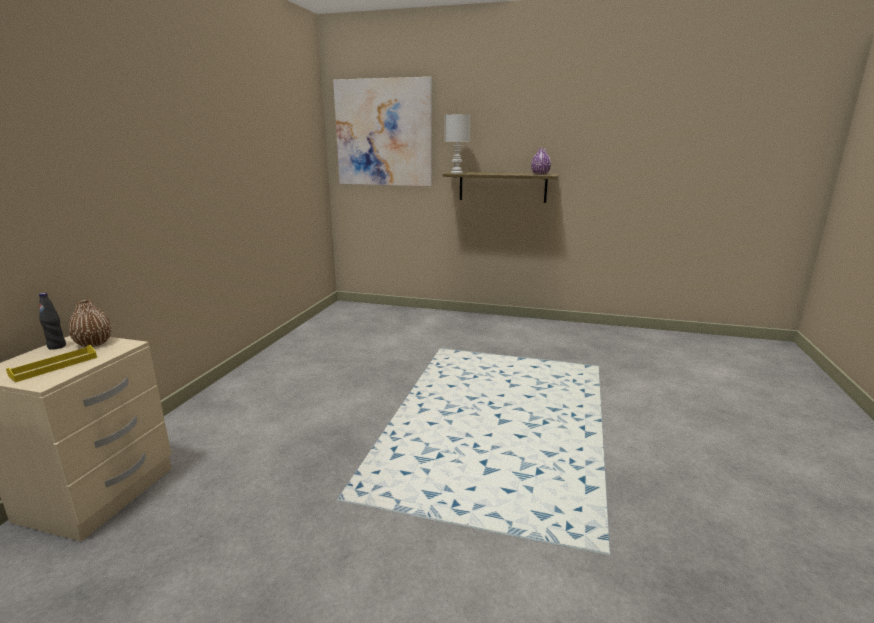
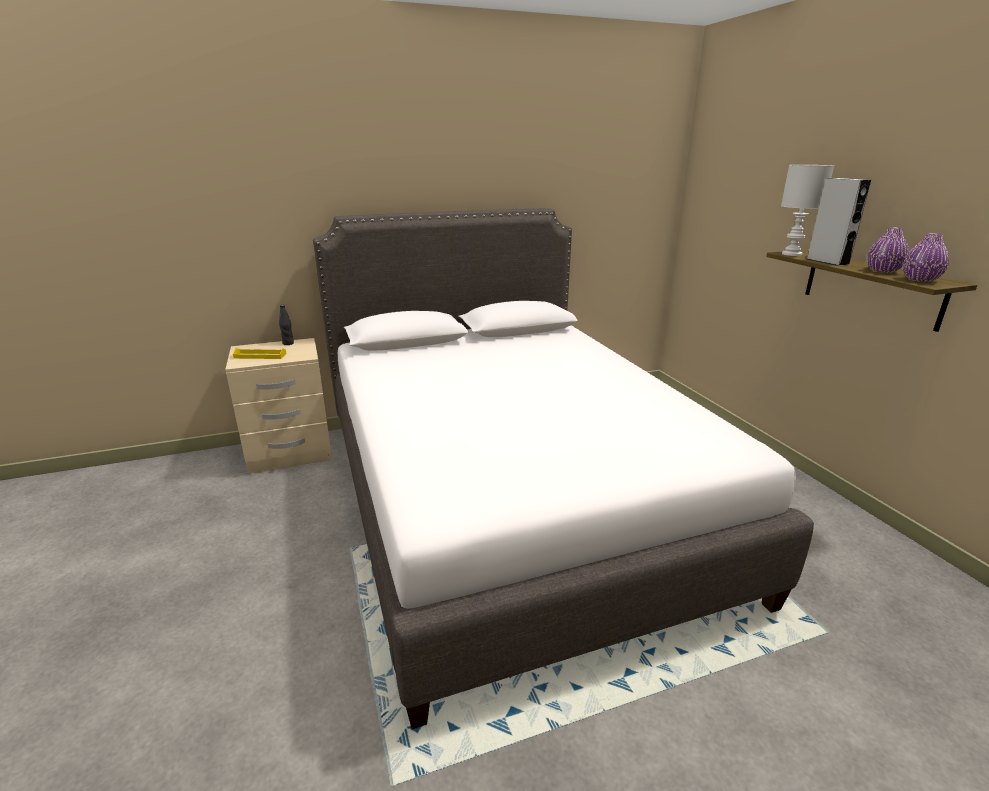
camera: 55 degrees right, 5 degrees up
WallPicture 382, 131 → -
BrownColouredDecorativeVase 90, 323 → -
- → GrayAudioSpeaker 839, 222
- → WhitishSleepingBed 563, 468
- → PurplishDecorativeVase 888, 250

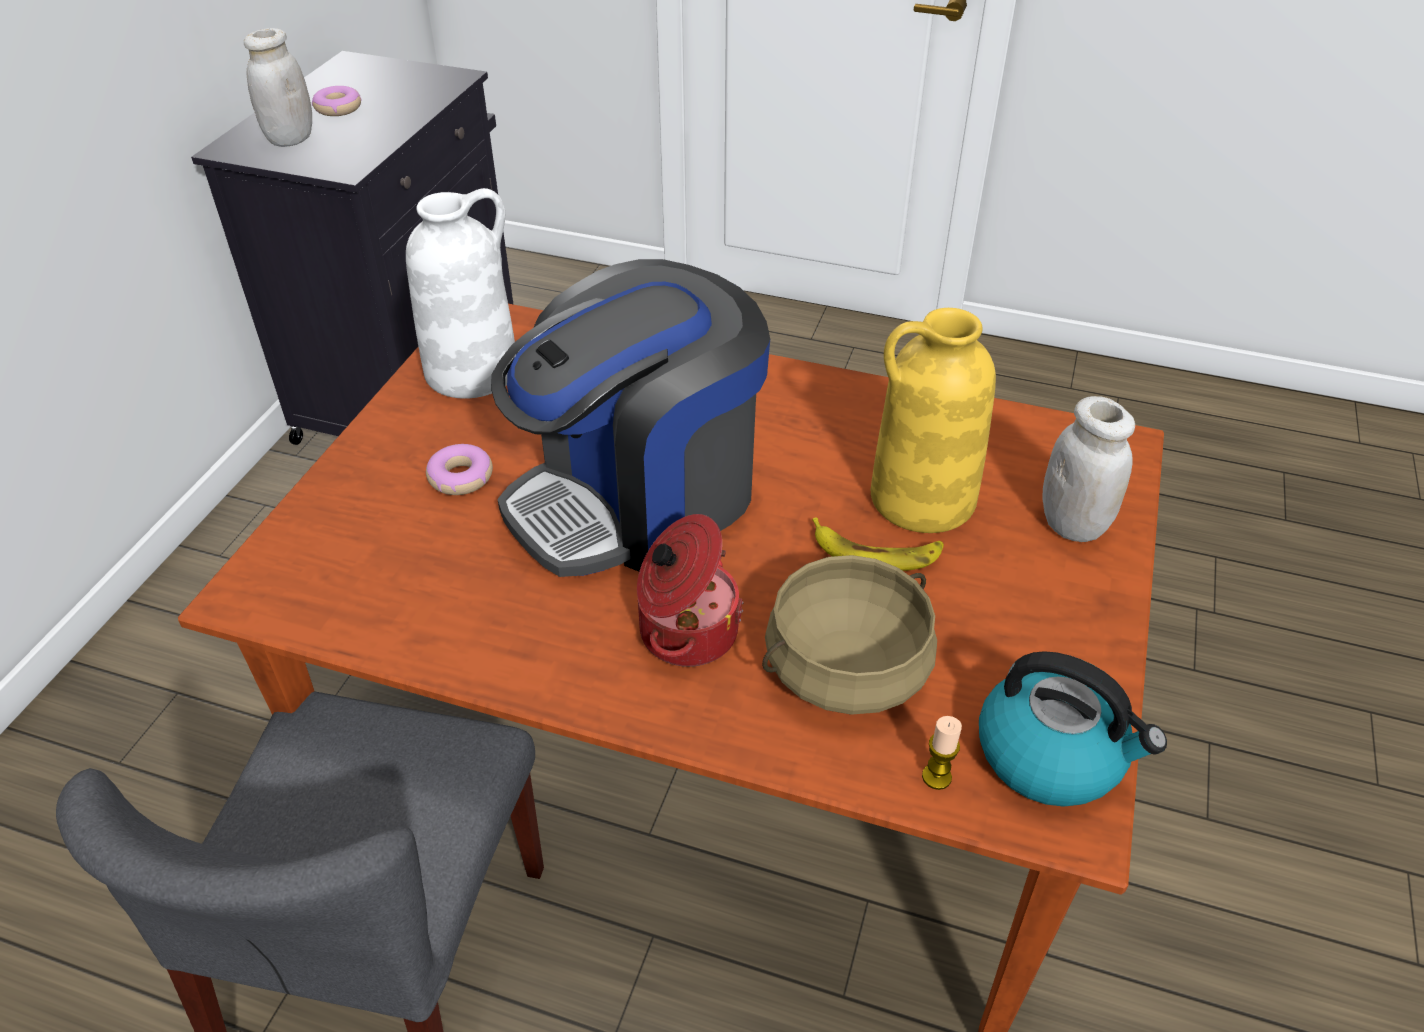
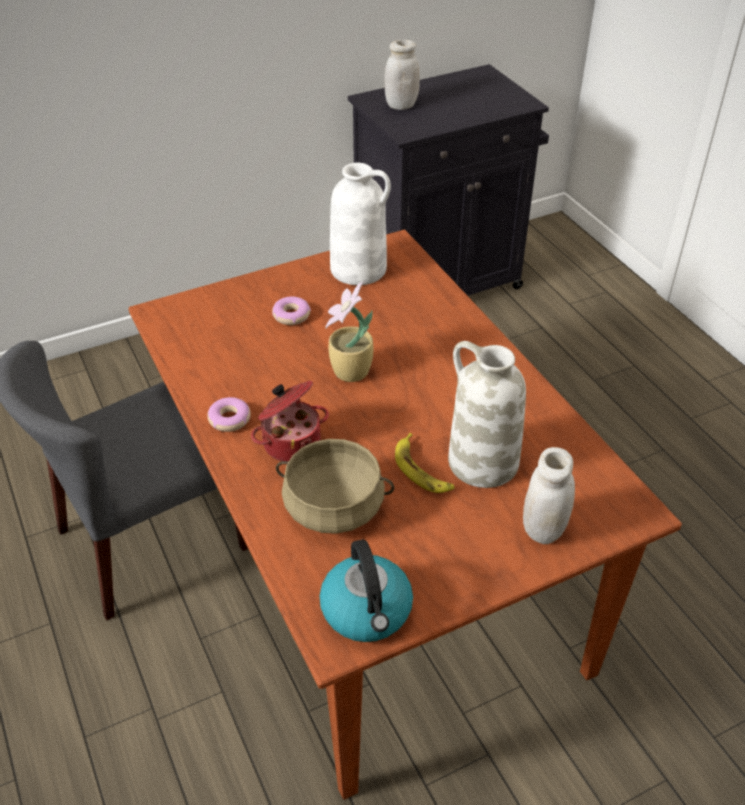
camera: 45 degrees right, 0 degrees up
RingDoughnut 337, 101 → RingDoughnut 229, 414, moved
CoffeeMachine 630, 418 → Houseplant 349, 332
YellowColouredDecorativeVase 933, 420 → WhitishDecorativeVase 487, 414
Candle 942, 753 → -

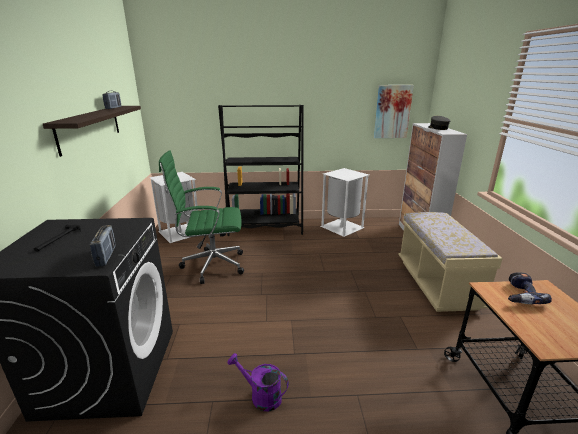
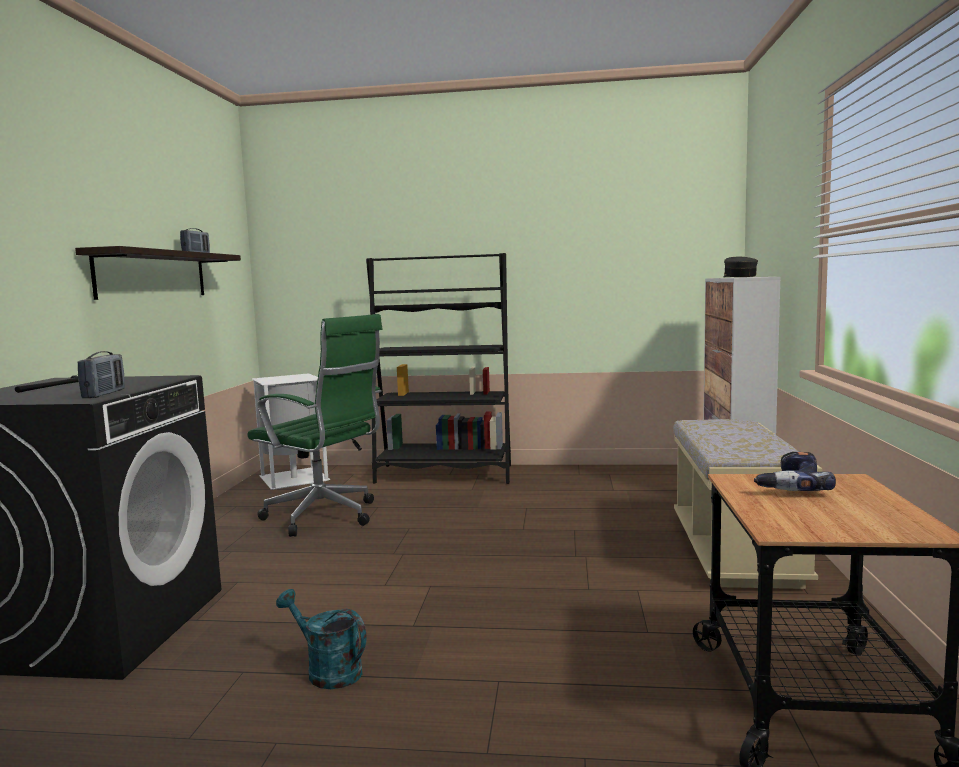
camera: 10 degrees right, 15 degrees down
WallPicture 394, 111 → -
GreenColouredDeskChair 201, 217 → GreenColouredDeskChair 315, 425, 150 degrees counterclockwise
WhitishWasteBin 344, 202 → -
PurplishSprinklingCan 258, 382 → TurquoiseColouredSprinklingCan 321, 639

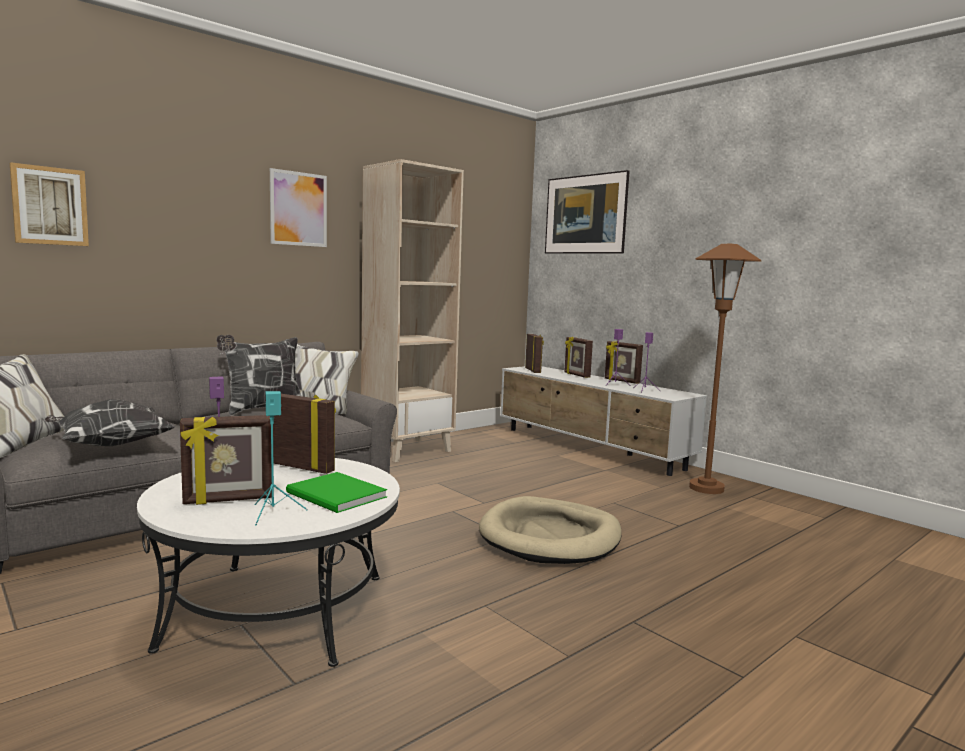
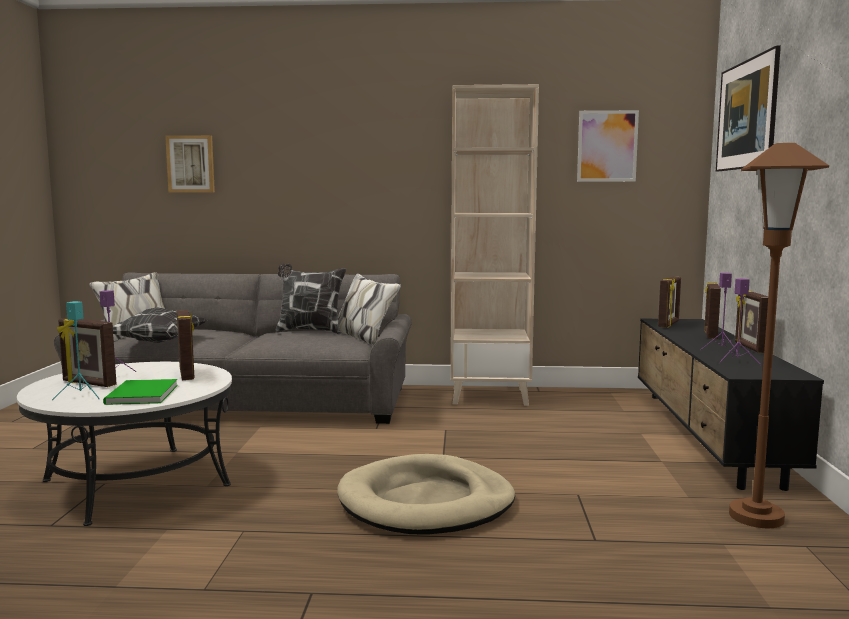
camera: 45 degrees right, 0 degrees up
WallPicture 298, 207 → WallPicture 608, 146, moved
WhitishTvStand 603, 421 → BlackishTvStand 731, 405

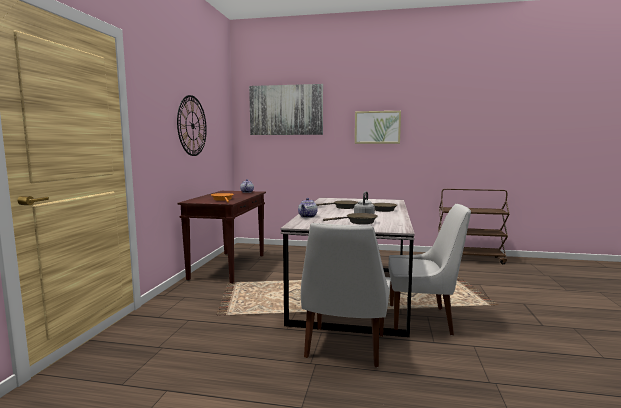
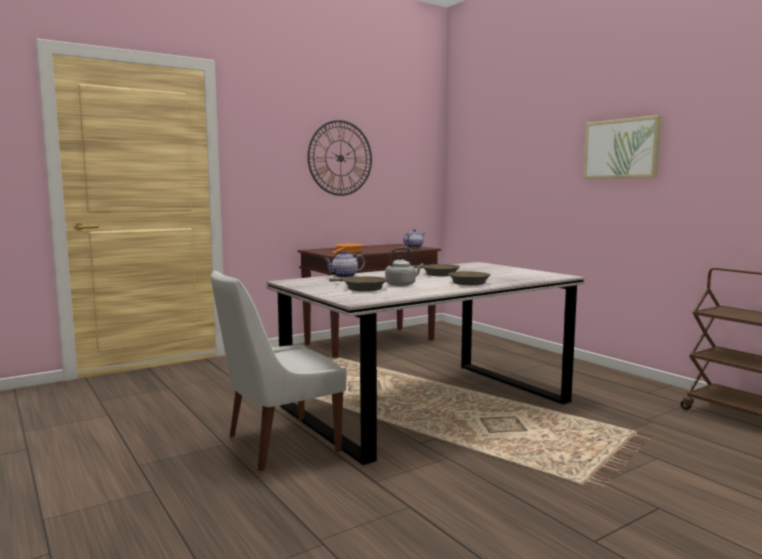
camera: 45 degrees right, 0 degrees up
WallPicture 286, 109 → -
WhitishPlainChair 429, 269 → -

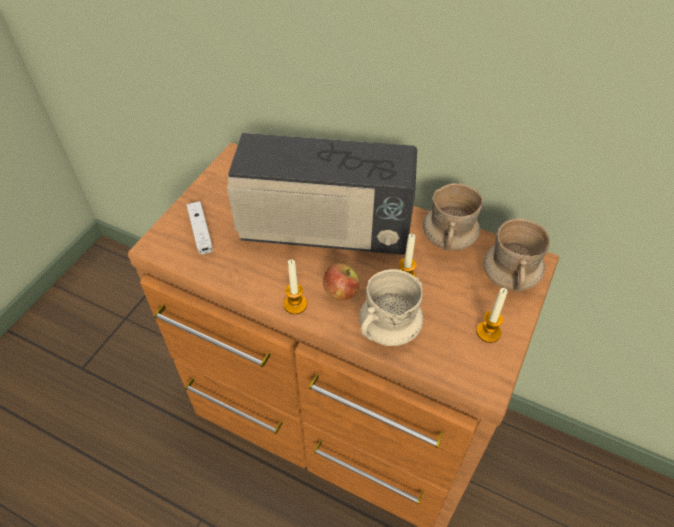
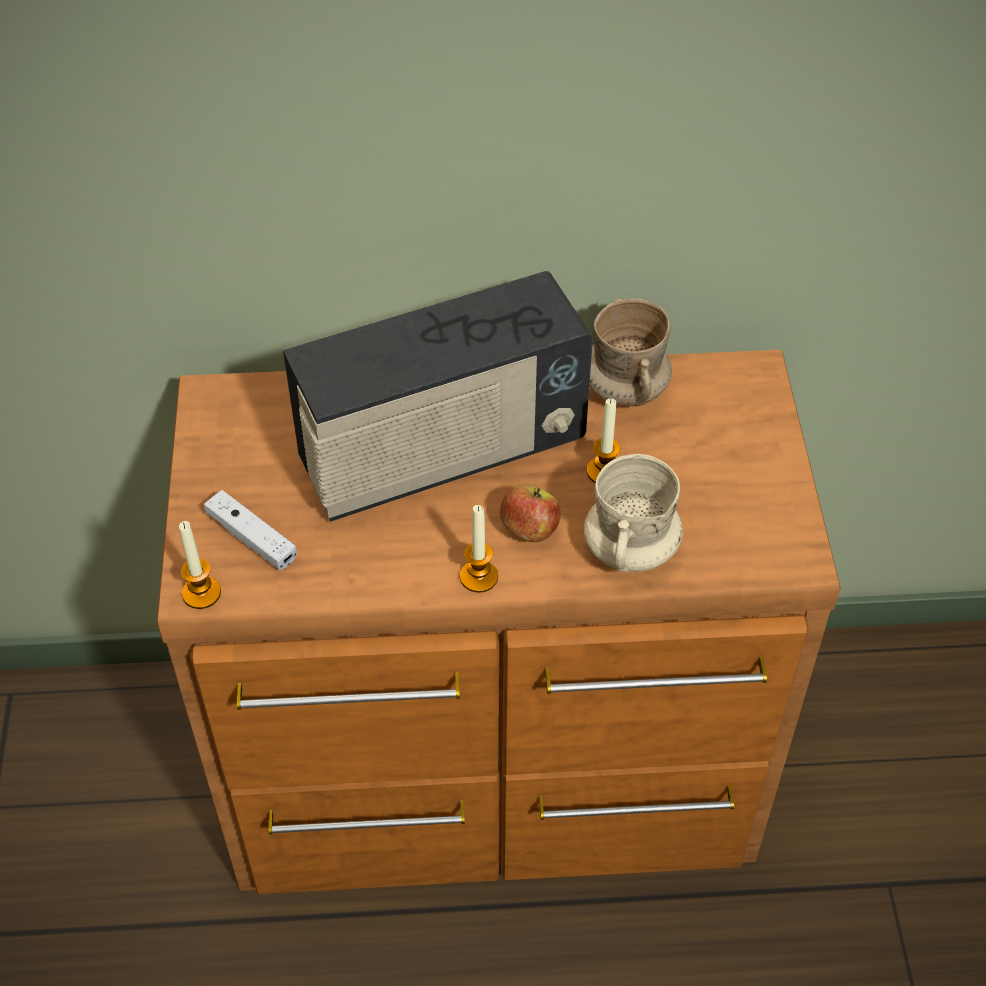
camera: 30 degrees left, 0 degrees up
SandColouredMug 516, 255 → -
Candle 492, 315 → Candle 200, 565, moved

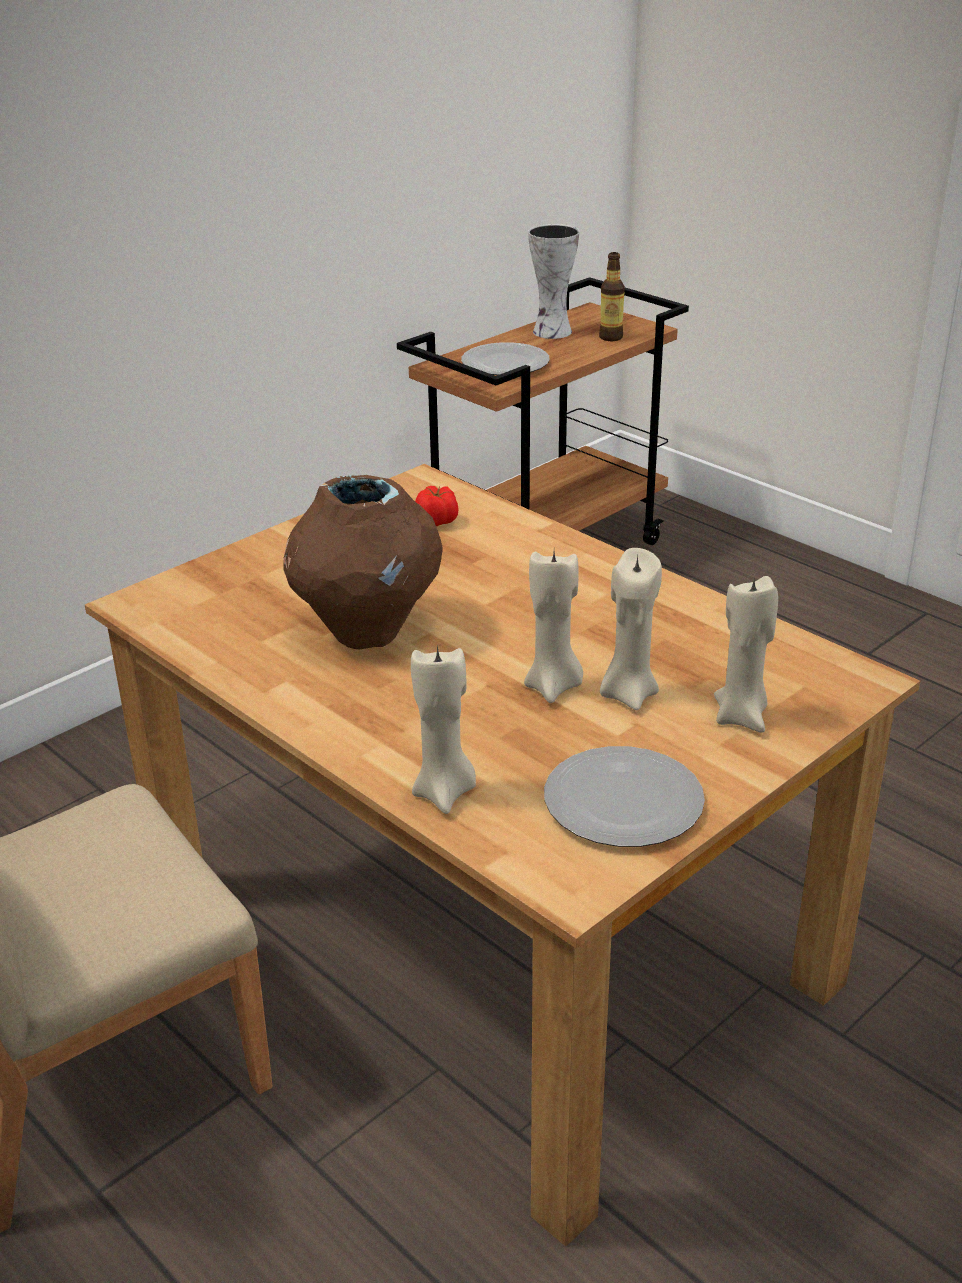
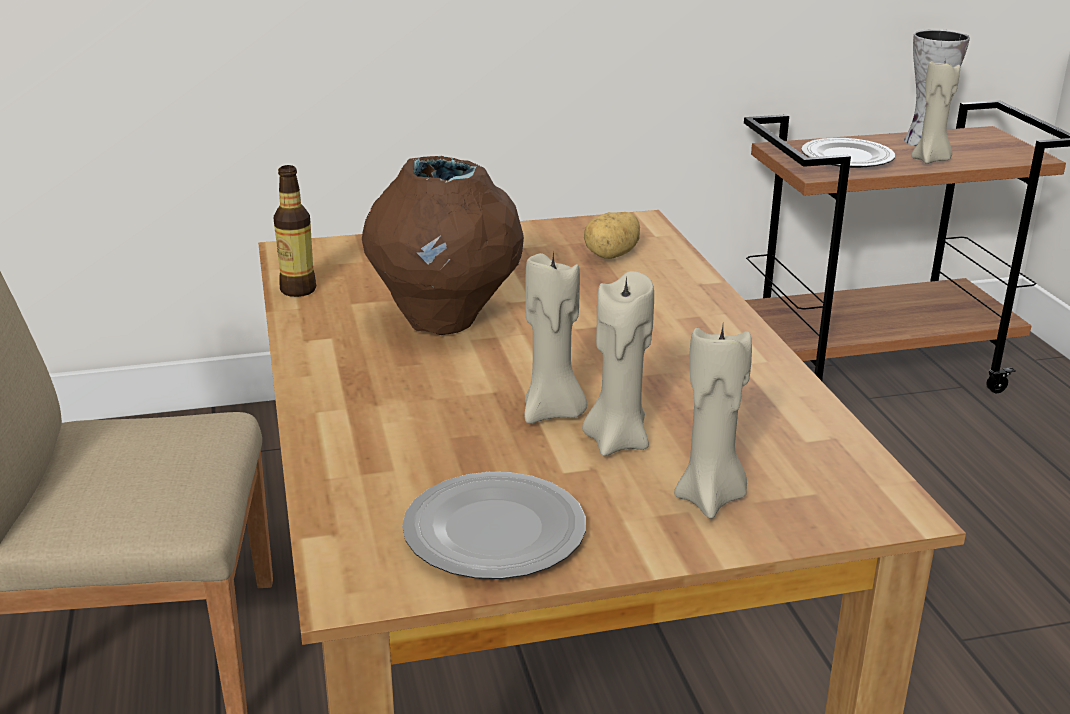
camera: 30 degrees right, 5 degrees down
DrinkBottle 612, 296 → DrinkBottle 295, 231, moved
WholeTomato 437, 506 → Spud 612, 235
SandColouredCandle 443, 729 → SandColouredCandle 935, 111, moved

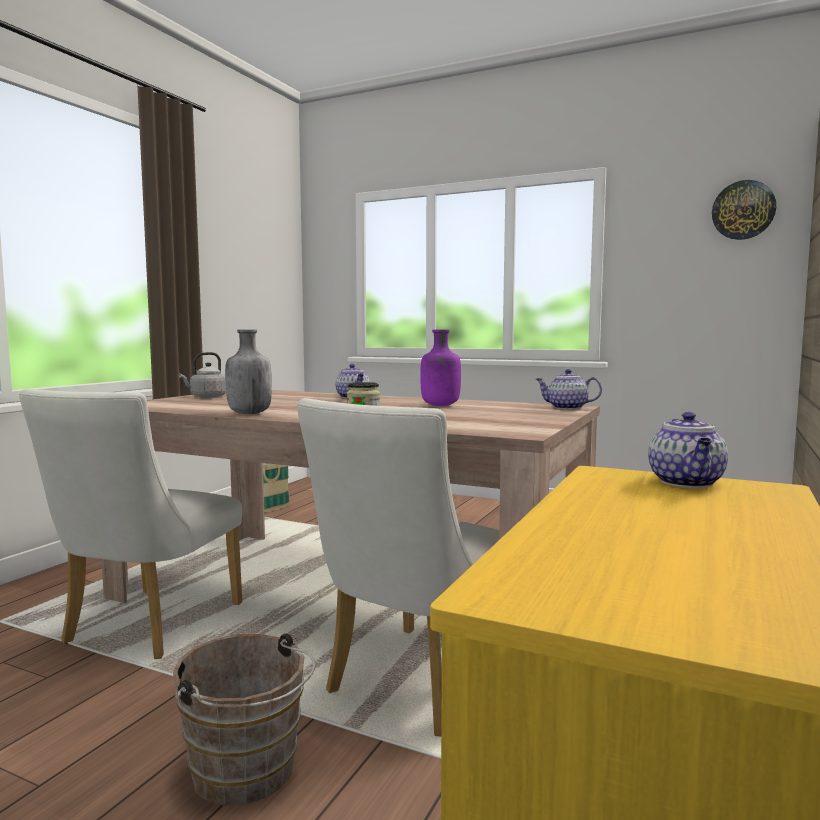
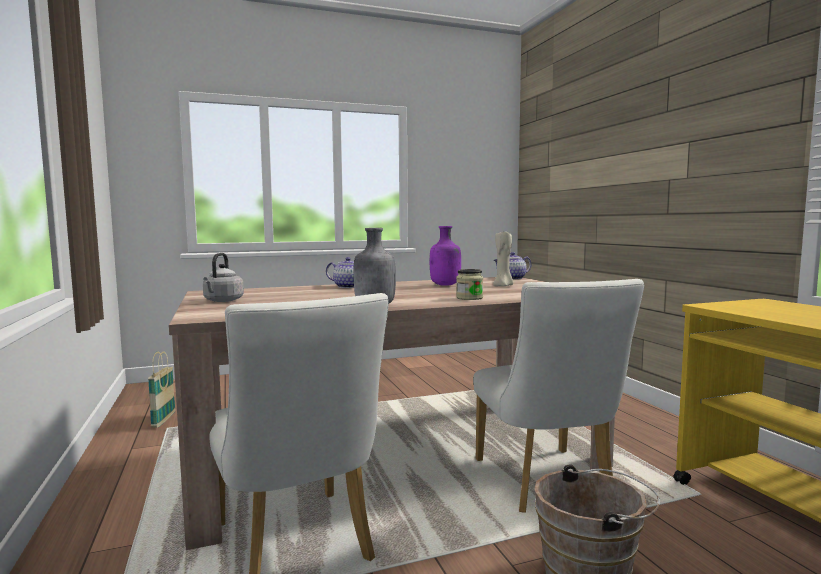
camera: 45 degrees left, 0 degrees up
HangingClock 744, 210 → -
PotForTea 688, 450 → -
- → SandColouredCandle 503, 259

